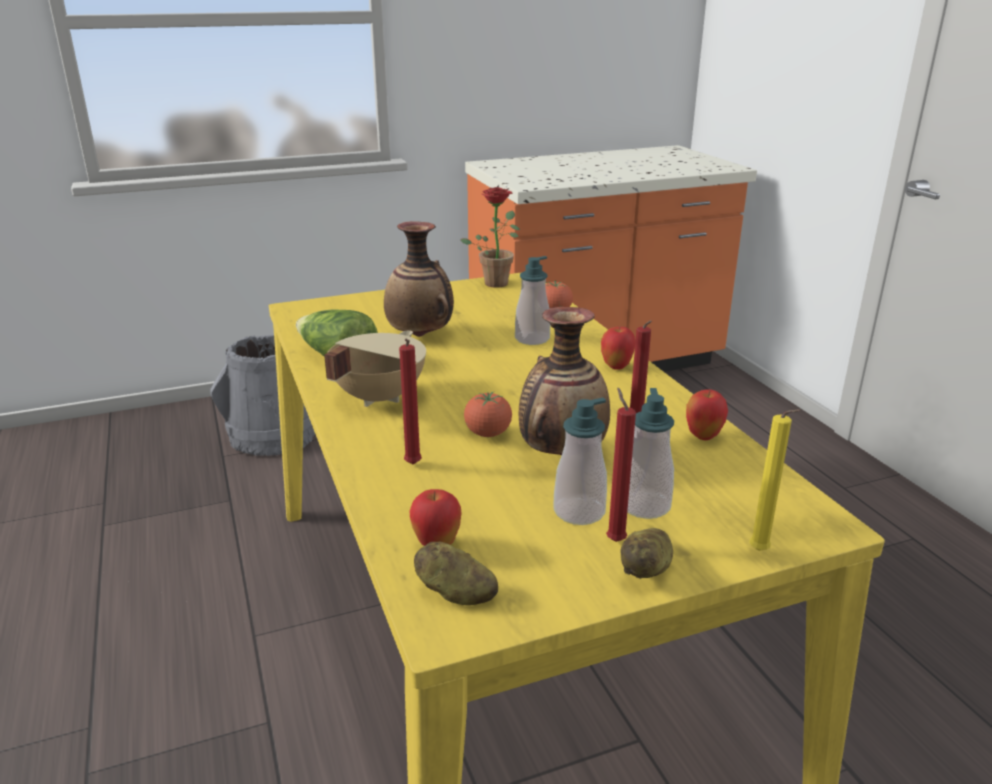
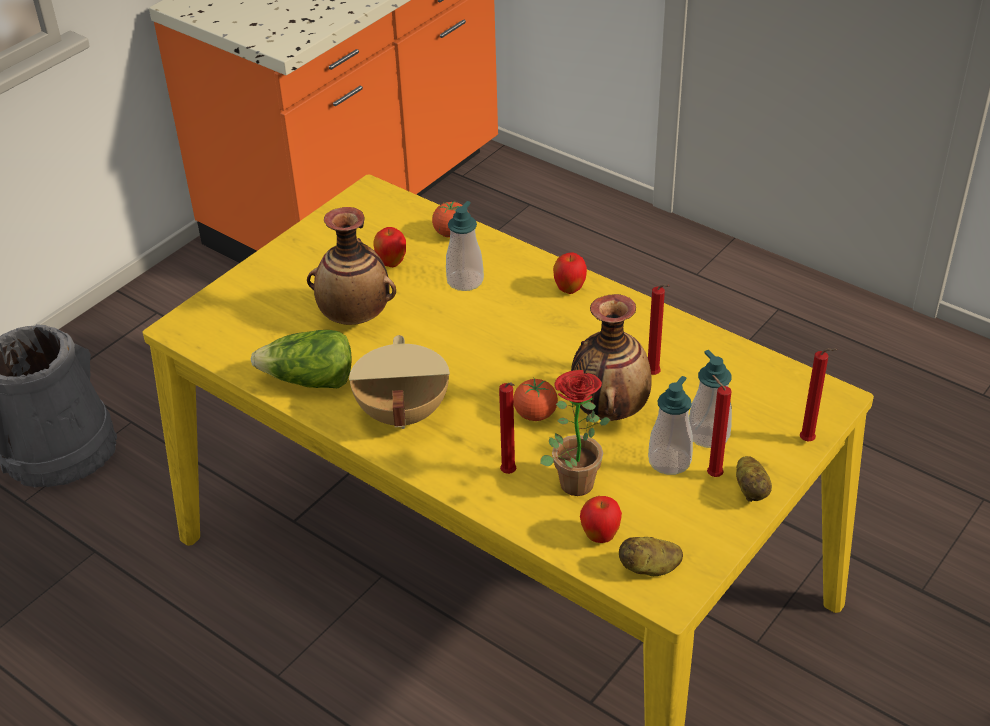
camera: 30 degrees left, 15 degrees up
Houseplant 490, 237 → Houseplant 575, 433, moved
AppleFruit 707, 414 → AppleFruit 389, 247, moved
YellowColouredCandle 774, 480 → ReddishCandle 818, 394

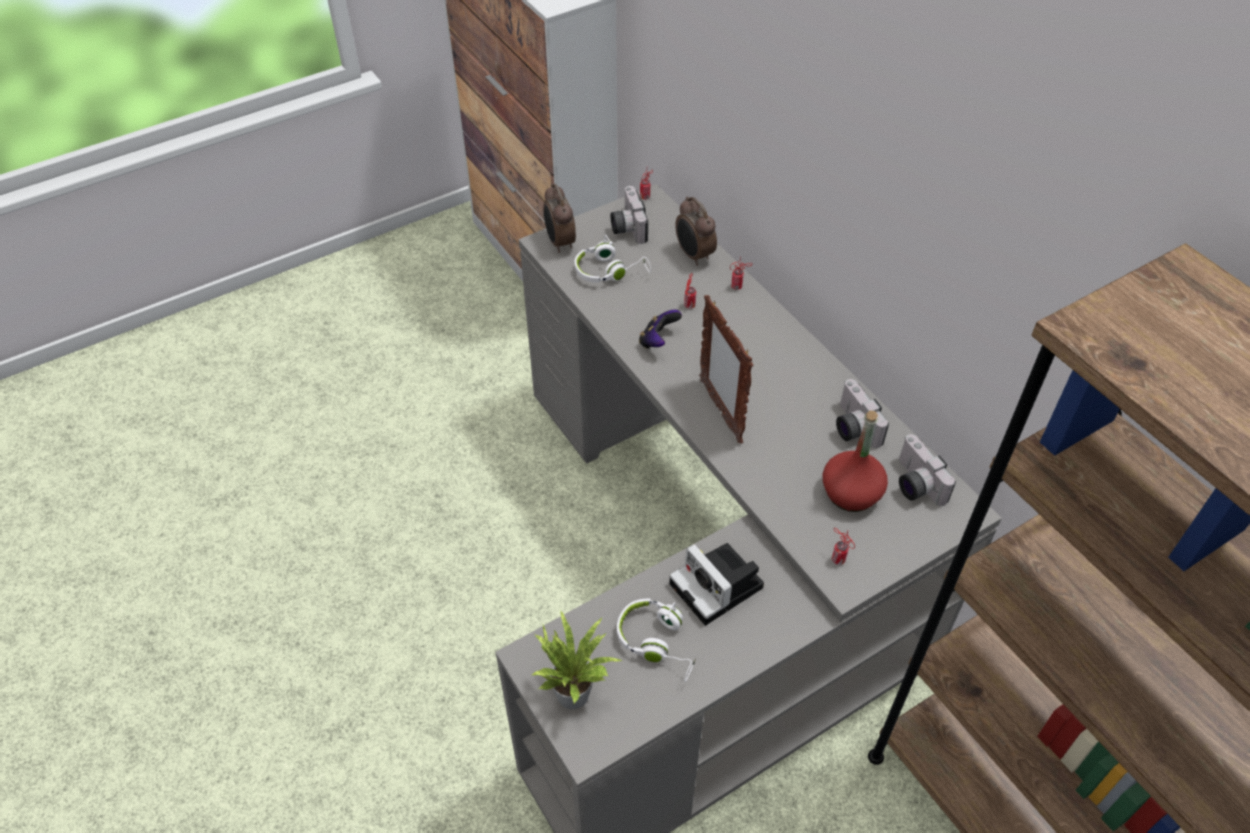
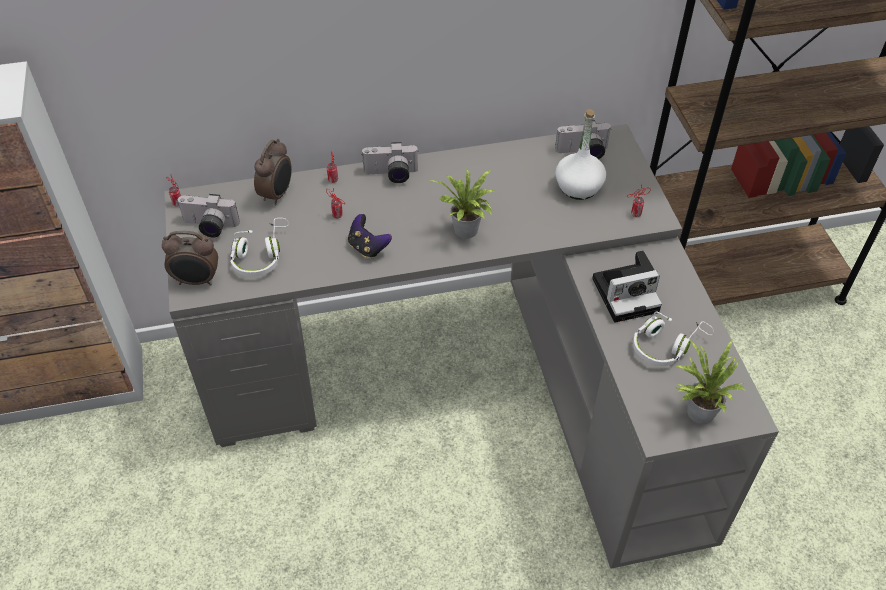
camera: 70 degrees left, 0 degrees up
BedsideClock 696, 231 → BedsideClock 273, 172, 60 degrees counterclockwise
PhotoFrame 726, 369 → Houseplant 462, 203
PhotoCamera 862, 413 → PhotoCamera 390, 162, moved
ReddishDrinkBottle 855, 461 → WhitishDrinkBottle 580, 154

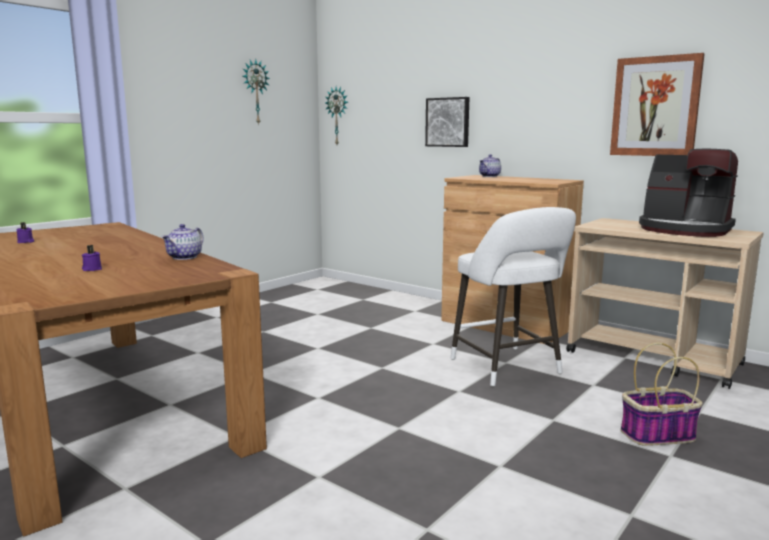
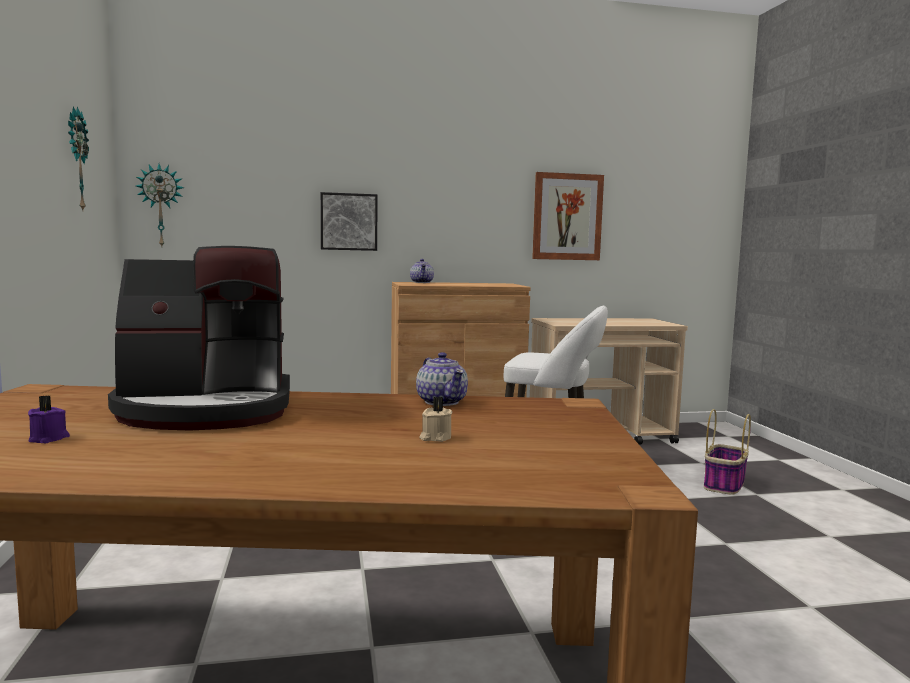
camera: 50 degrees left, 5 degrees down
CoffeeMachine 688, 193 → CoffeeMachine 199, 338, moved
PurplishCandle 92, 258 → SandColouredCandle 435, 419

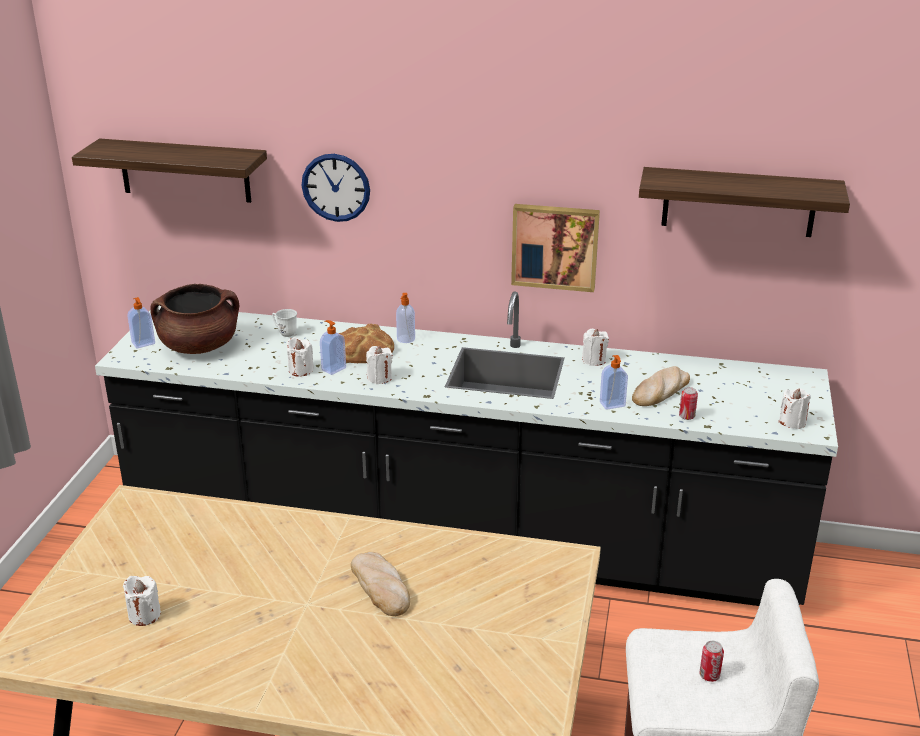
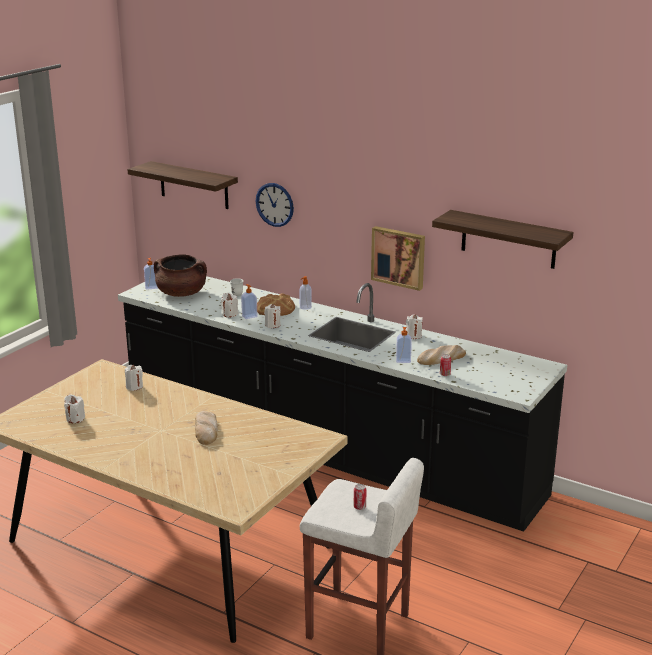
camera: 20 degrees right, 5 degrees down
WhitishCandle 795, 408 → WhitishCandle 134, 378, moved

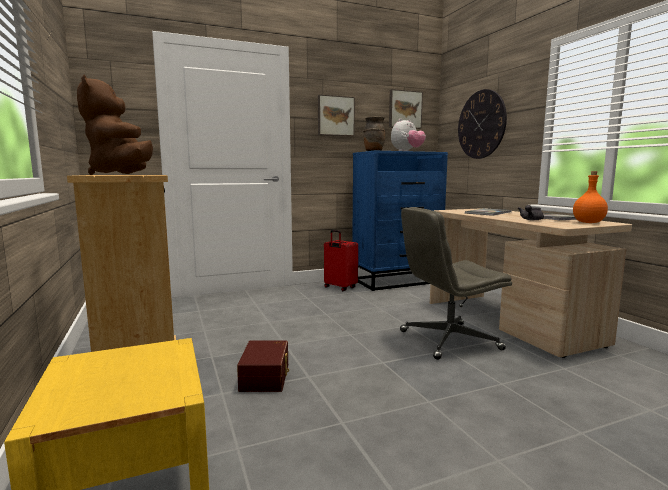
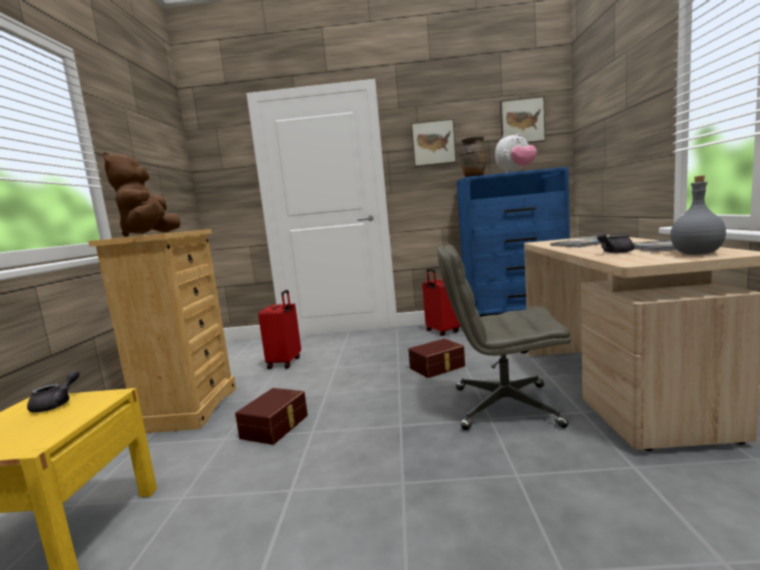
camera: 25 degrees right, 0 degrees up
HangingClock 482, 124 → -
OrangeColouredDrinkBottle 590, 197 → GrayDrinkBottle 698, 215
- → ReddishTravelCase 279, 329
- → BrownColouredStorageBin 436, 358
- → GrayPotForTea 53, 391

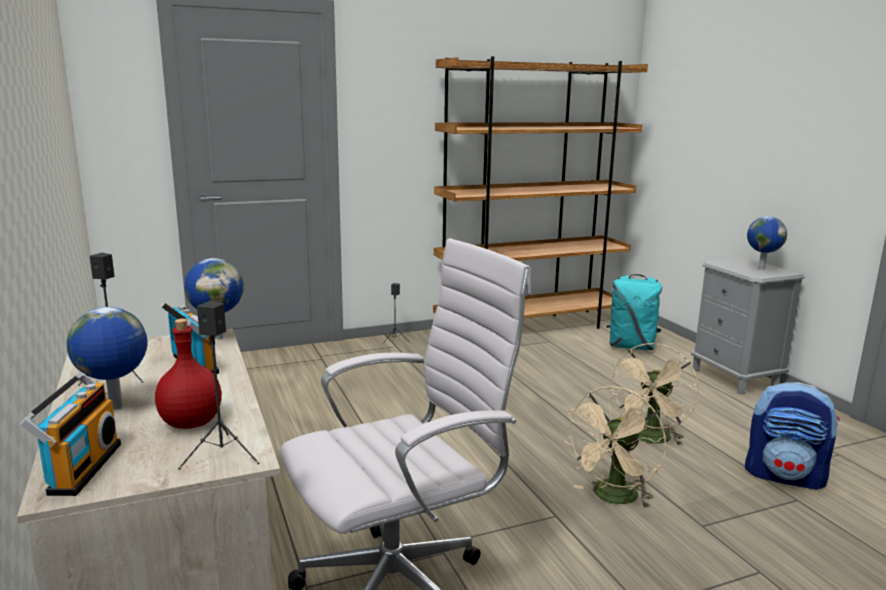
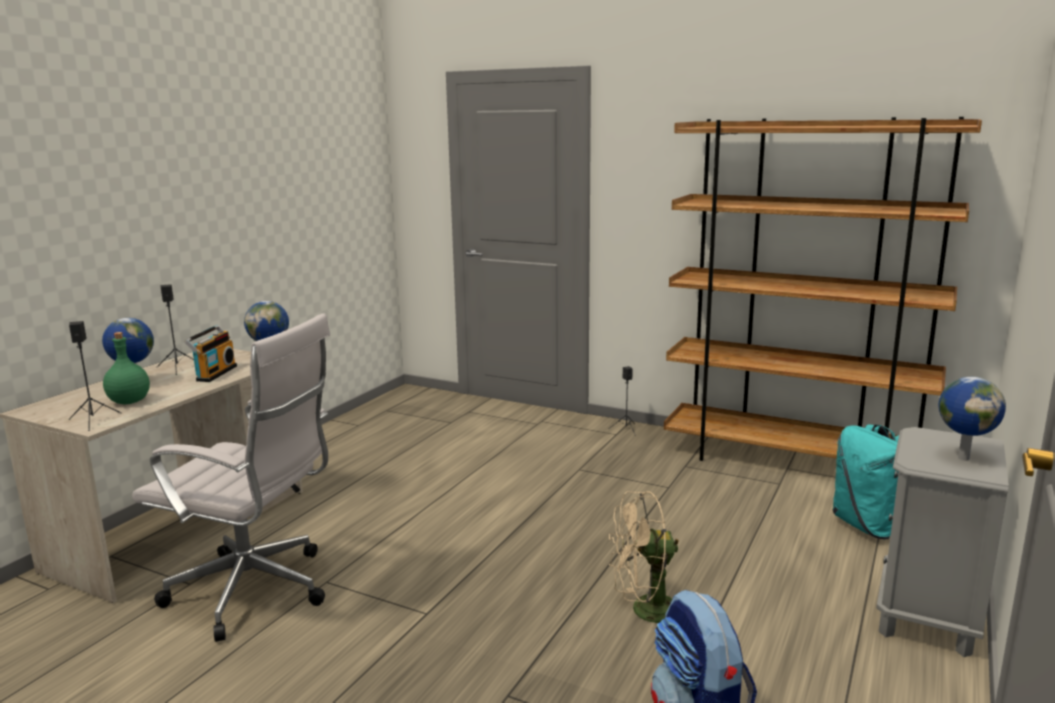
camera: 50 degrees right, 0 degrees up
ReddishDrinkBottle 188, 374 → GreenColouredDrinkBottle 126, 368
Radio 70, 434 → -
SandColouredElectricFan 614, 447 → -

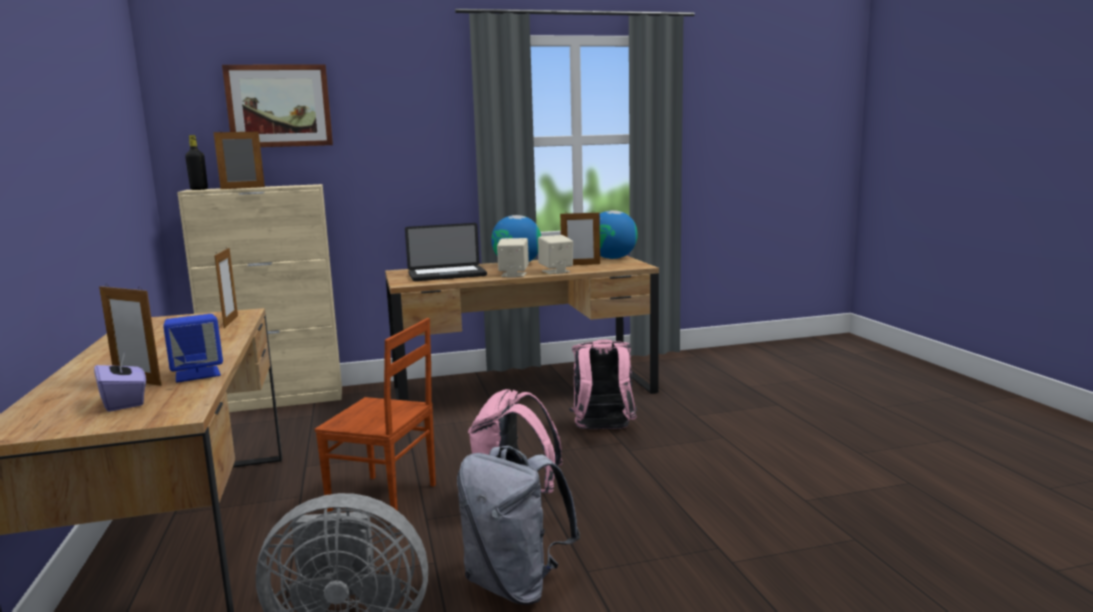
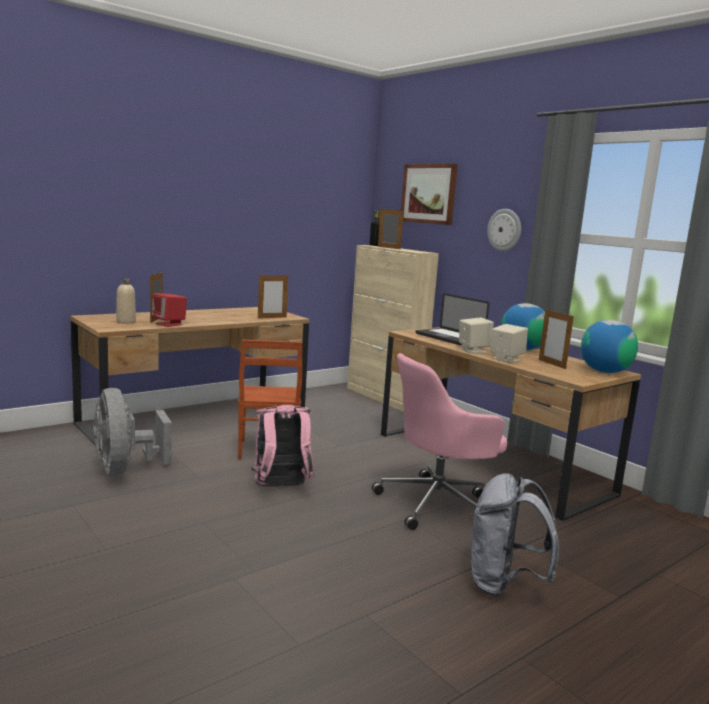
camera: 65 degrees right, 0 degrees up
BlueAudioSpeaker 193, 348 → ReddishAudioSpeaker 169, 310
PinkColouredKnapsack 603, 384 → PinkColouredDeskChair 440, 441
PurplishTissueBox 120, 381 → SandColouredDrinkBottle 126, 301
GrayKnapsack 518, 525 → GrayKnapsack 515, 535, moved
- → HangingClock 504, 230

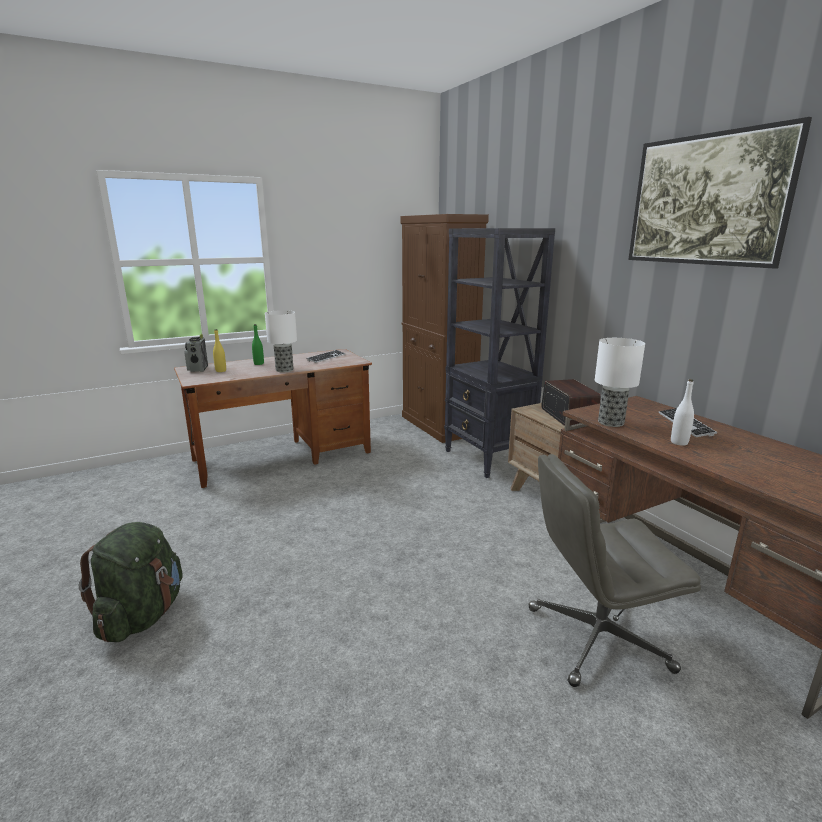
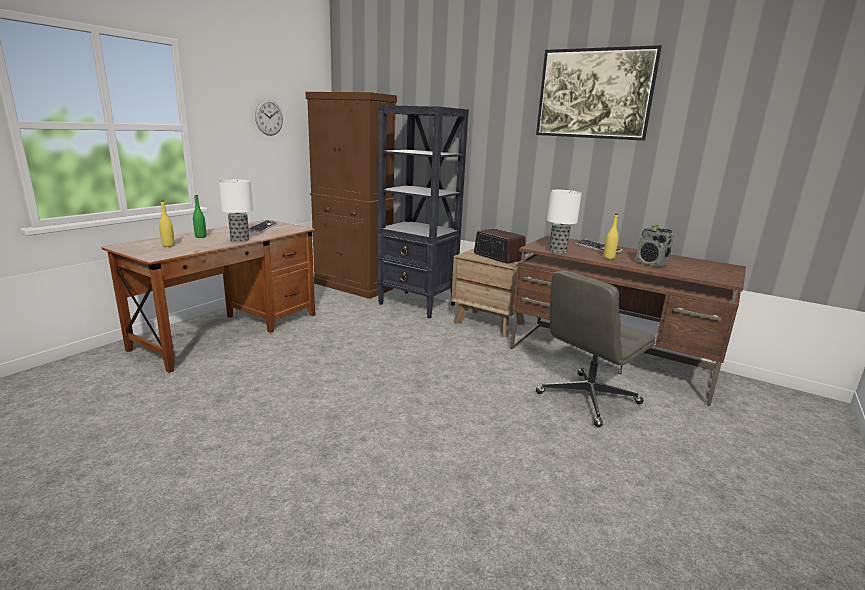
camera: 30 degrees left, 0 degrees up
Radio 196, 353 → Radio 654, 245, moved
WhitishDrinkBottle 682, 412 → YellowColouredDrinkBottle 611, 236
GreenColouredKnapsack 131, 582 → -
- → HangingClock 269, 117

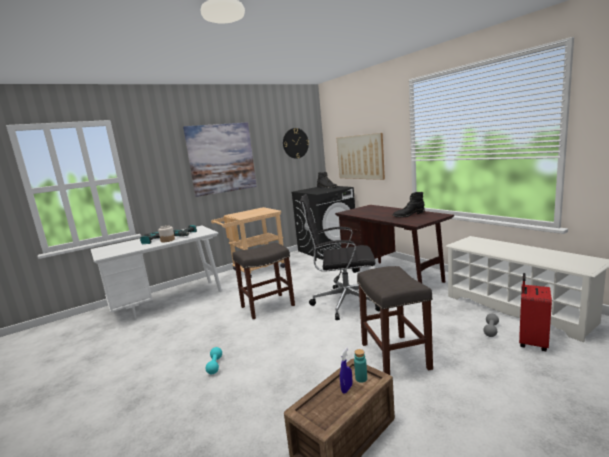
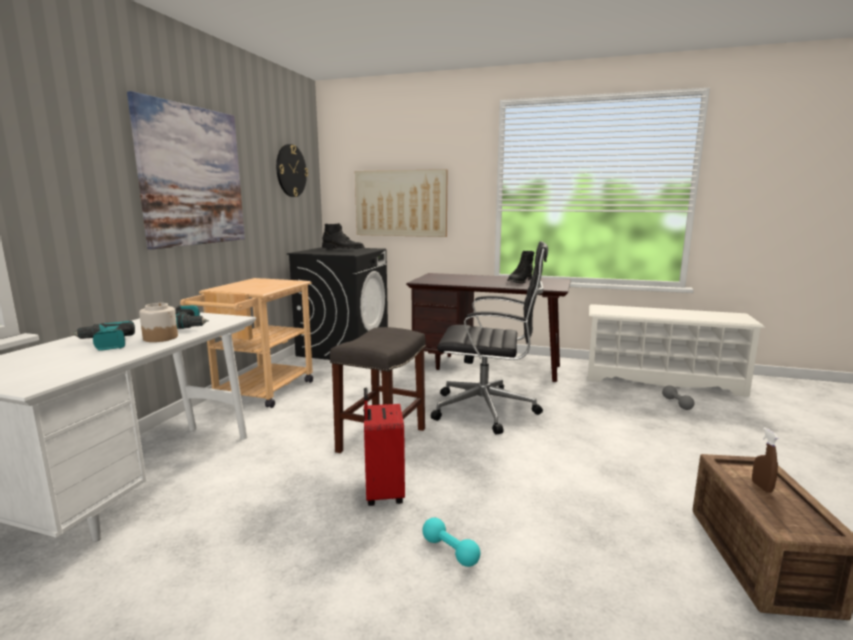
camera: 40 degrees left, 0 degrees up
BlackishDeskChair 340, 257 → BlackishDeskChair 489, 338, 135 degrees counterclockwise
GrayStoolSeat 395, 320 → -
ReddishTravelCase 535, 312 → ReddishTravelCase 384, 447, moved
BlueHandSprayer 346, 370 → BrownColouredHandSprayer 765, 460
TurquoiseColouredDrinkBottle 360, 366 → -

